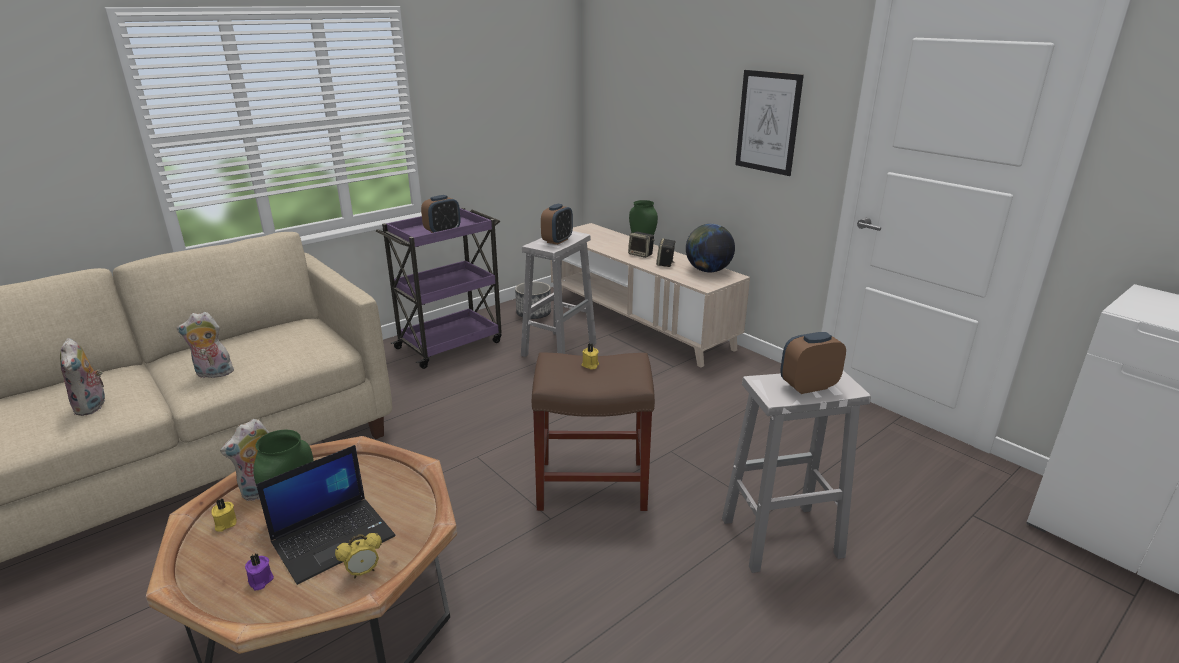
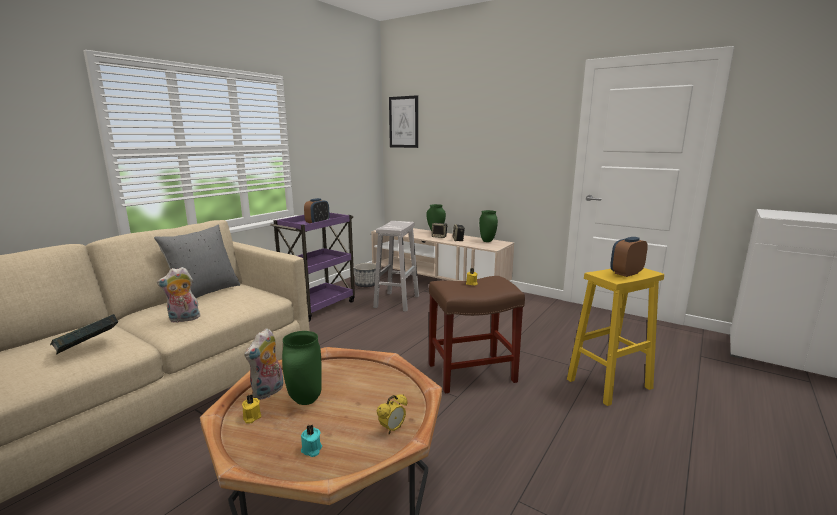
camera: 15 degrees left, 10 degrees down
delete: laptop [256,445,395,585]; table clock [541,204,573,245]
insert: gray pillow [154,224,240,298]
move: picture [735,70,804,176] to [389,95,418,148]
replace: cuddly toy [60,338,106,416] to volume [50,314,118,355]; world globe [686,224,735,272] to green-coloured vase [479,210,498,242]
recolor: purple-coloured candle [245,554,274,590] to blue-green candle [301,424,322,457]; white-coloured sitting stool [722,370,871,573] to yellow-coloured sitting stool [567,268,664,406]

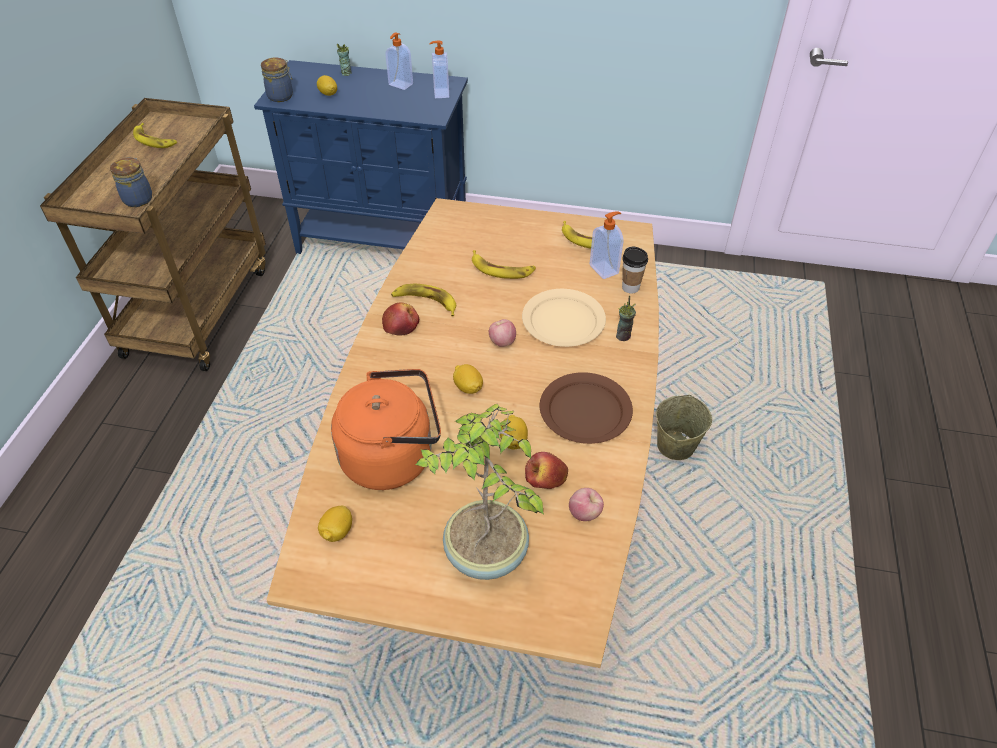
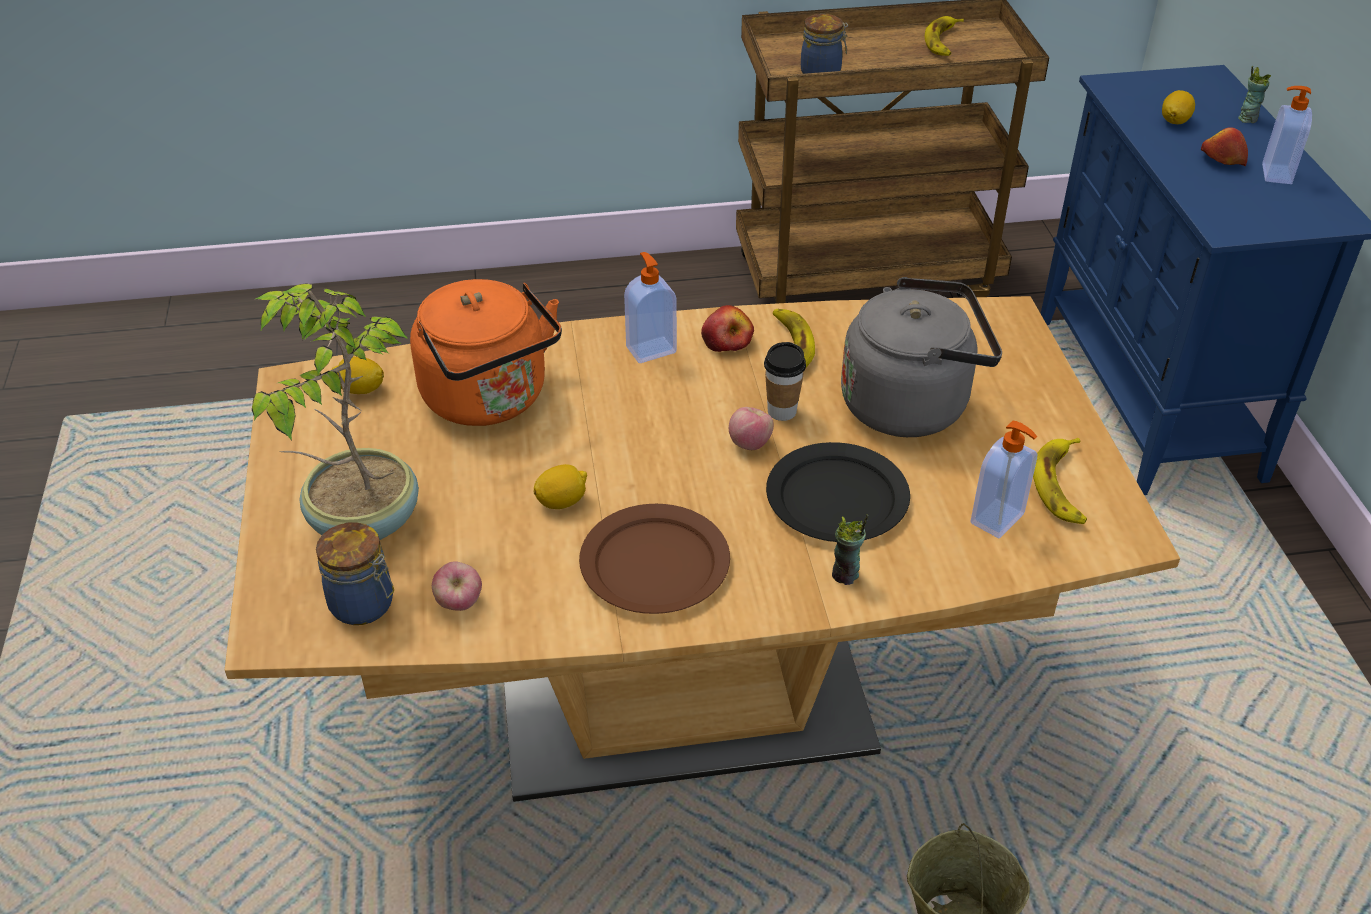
camera: 70 degrees right, 5 degrees down
delete: whole lemon [453,364,483,394]
move: storage jar [261,58,293,102] to [316,522,394,625]; liquid soap bottle [429,41,449,98] to [624,252,677,363]; drinking cup [622,247,648,294] to [764,342,806,421]; apple fruit [525,452,568,489] to [1201,127,1248,166]
replace: banana [472,250,536,279] to gray water kettle [841,277,1002,437]
recolor: beige flat dish [522,289,606,347] to black-coloured flat dish [766,442,910,542]

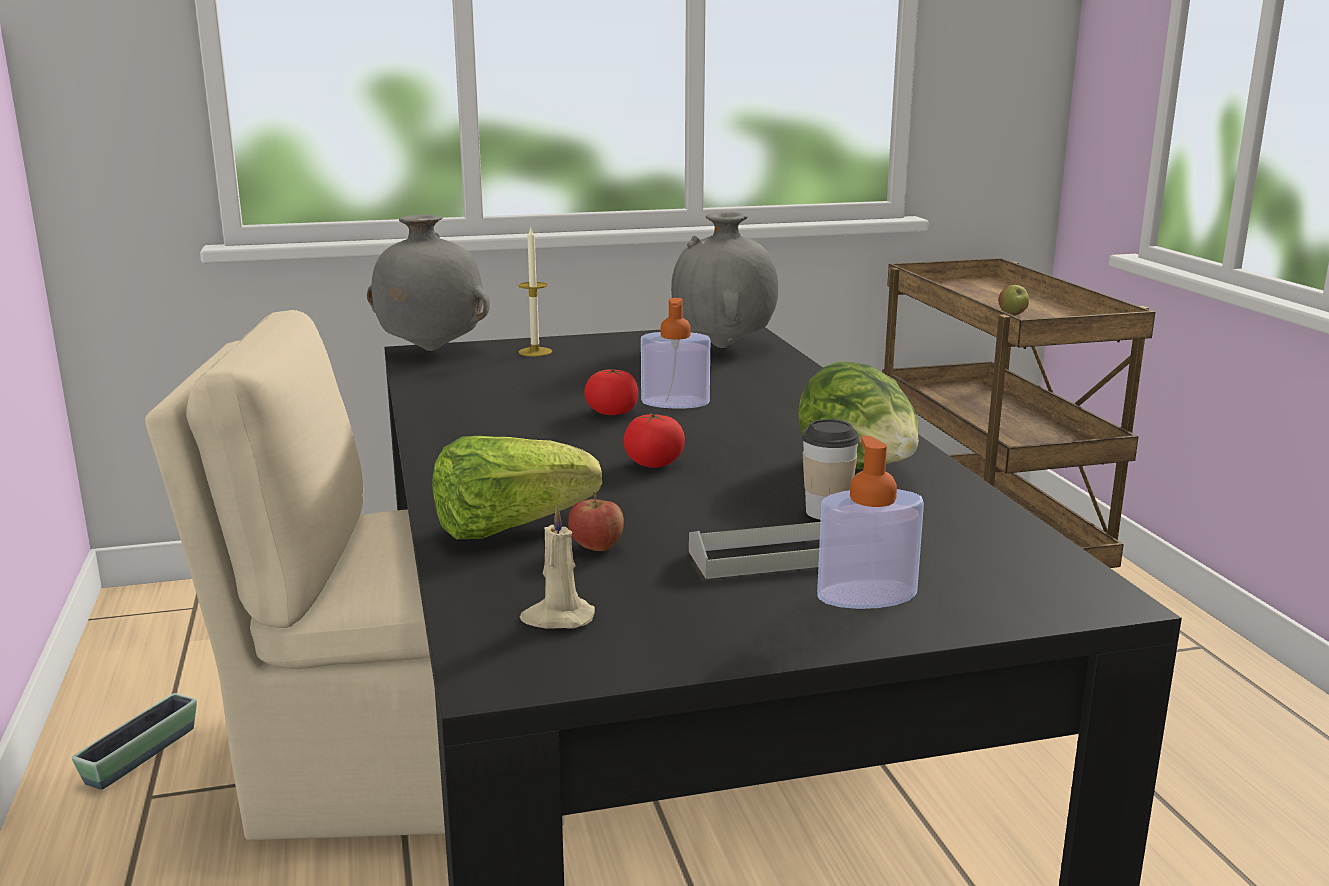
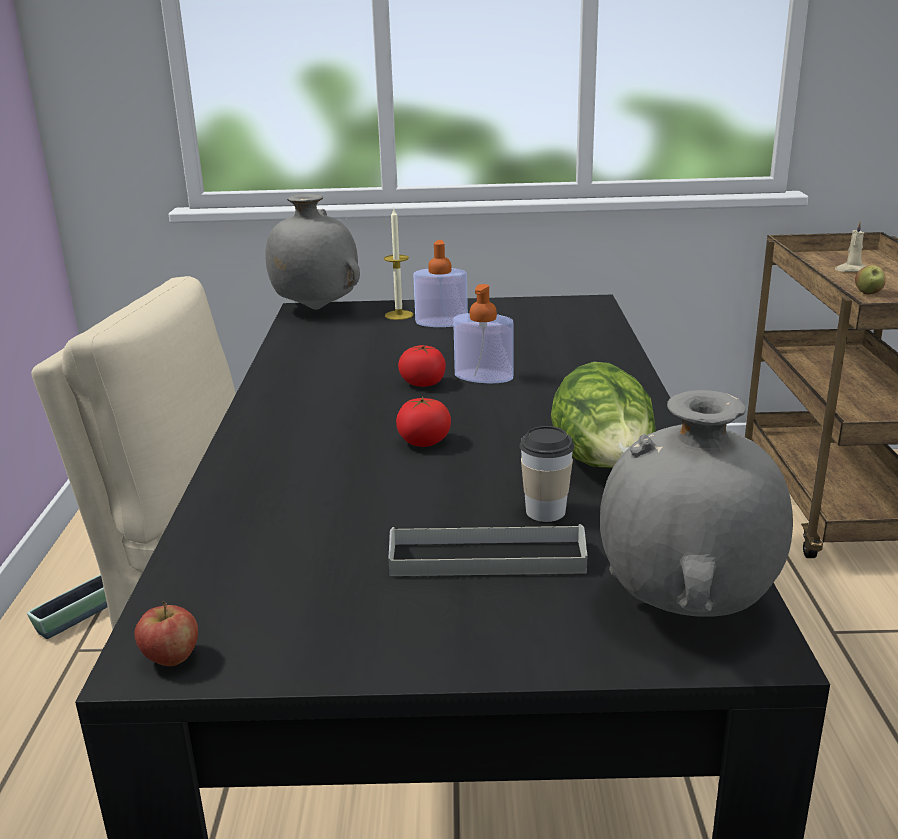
camera: 15 degrees right, 5 degrees up
delete: lettuce [433,436,602,539]
move: apple fruit [568,492,624,551] to [134,601,198,666]; liquid soap bottle [817,436,924,609] to [413,240,468,327]; gray vase [671,212,778,348] to [600,390,793,616]; beige candle [520,505,595,629] to [835,221,866,272]

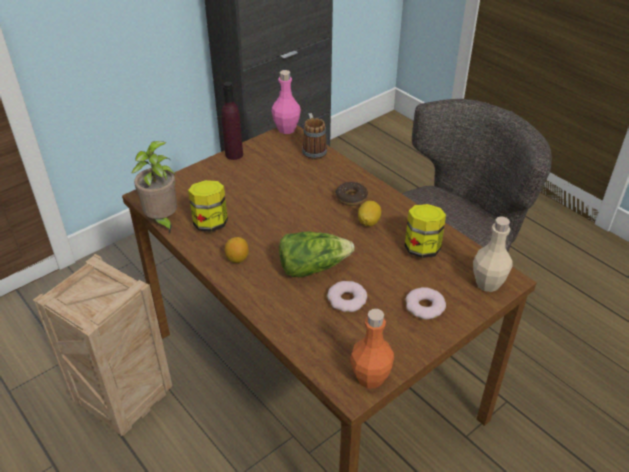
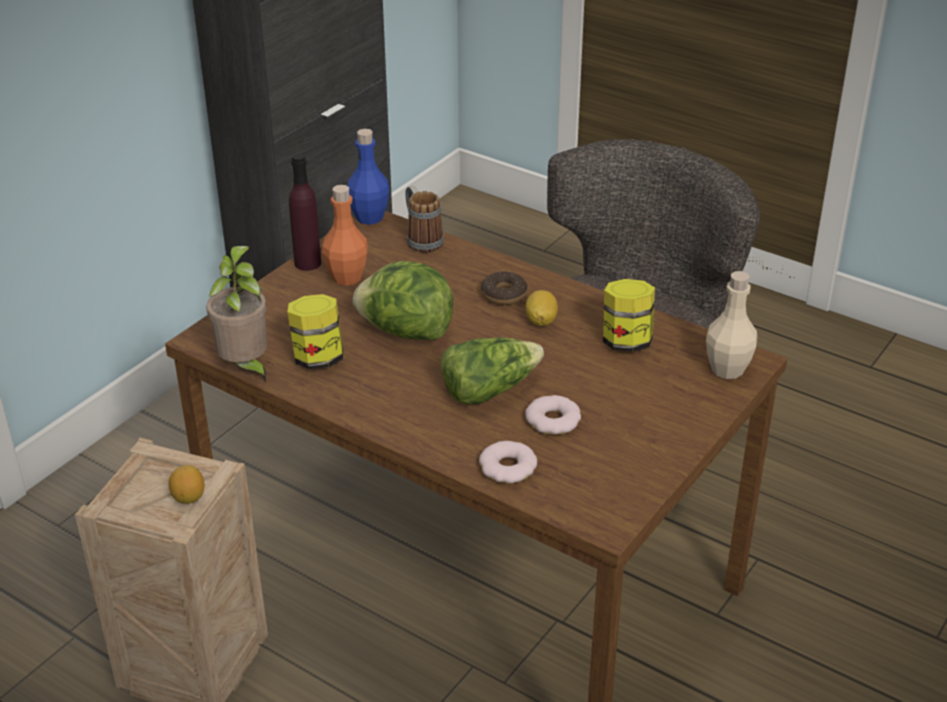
camera: 15 degrees left, 5 degrees down
insert: lettuce [353,261,453,340]
move: whole lemon [225,237,249,263] to [168,465,204,504]; orange drink bottle [350,309,394,389] to [322,185,368,286]; donut [405,287,446,319] to [479,441,537,483]
recolor: pink drink bottle [271,70,301,134] to blue drink bottle [347,129,389,225]

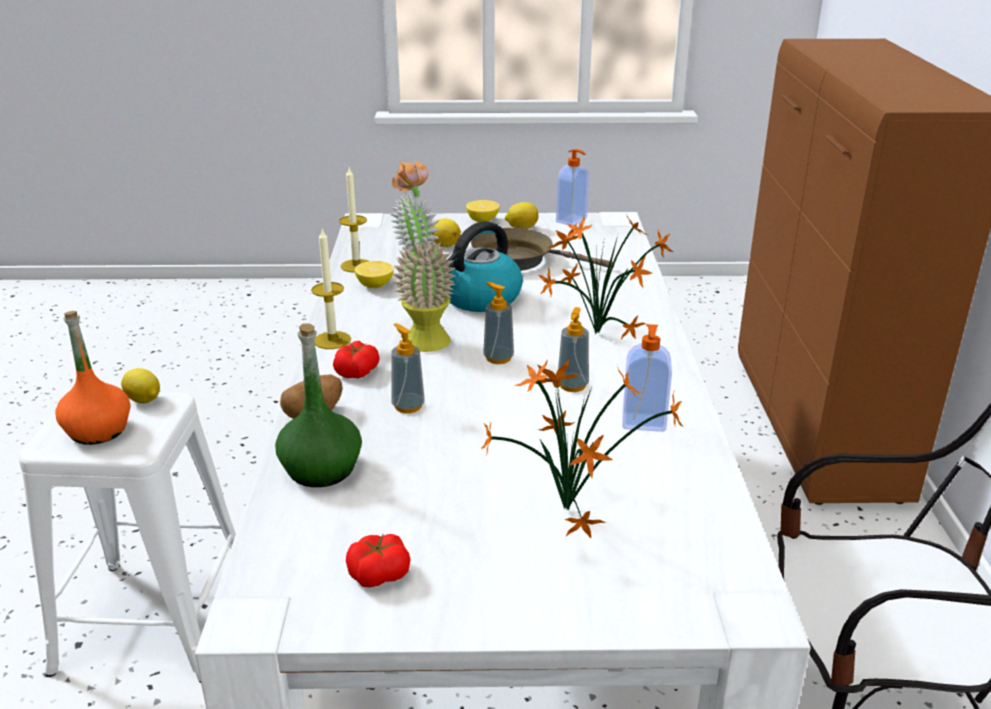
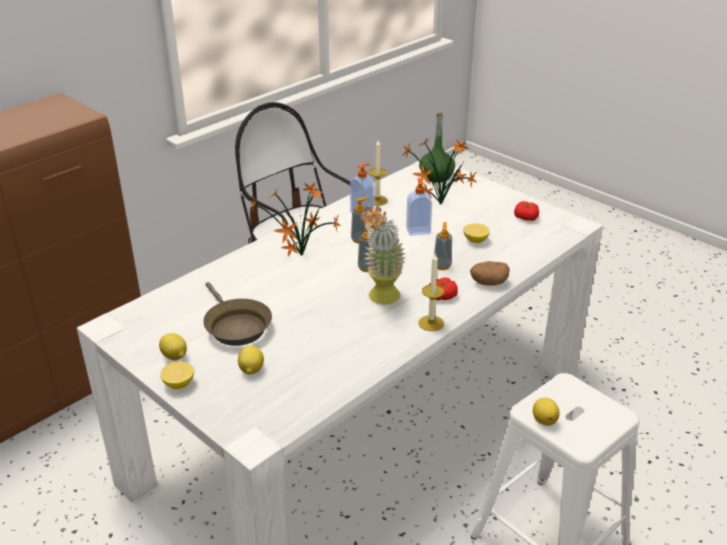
camera: 135 degrees left, 5 degrees up
delete: orange drink bottle [55,311,131,445]; water kettle [447,221,523,312]
move: candle [339,168,368,273] to [369,140,388,206]; liquid soap bottle [556,149,589,225] to [406,178,432,236]; green-coloured drink bottle [275,323,362,487] to [419,112,455,183]; whole lemon [355,261,394,288] to [463,223,490,243]

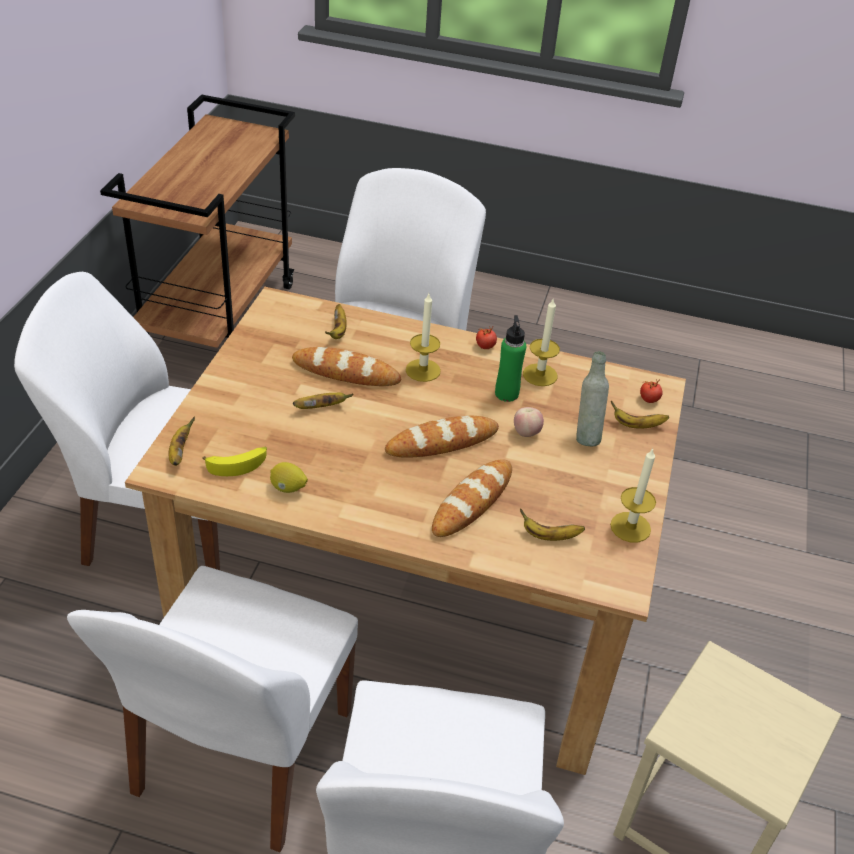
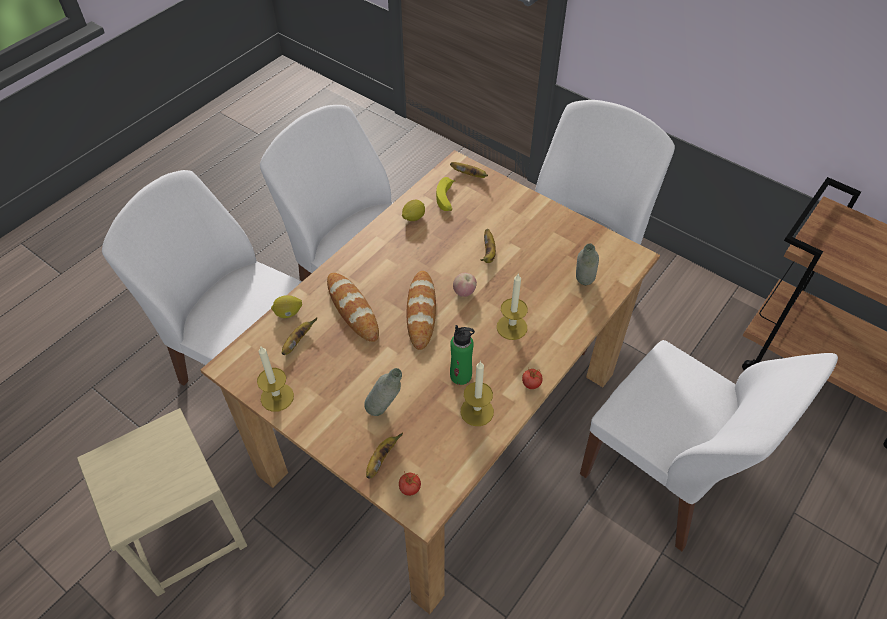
camera: 115 degrees right, 10 degrees up
delete: bakery bread [292,347,401,386]
insert: whole lemon [271,295,302,318]
move: apple fruit [514,407,544,437] to [453,273,477,297]
replace: banana [325,304,347,339] to gray drink bottle [576,243,599,285]

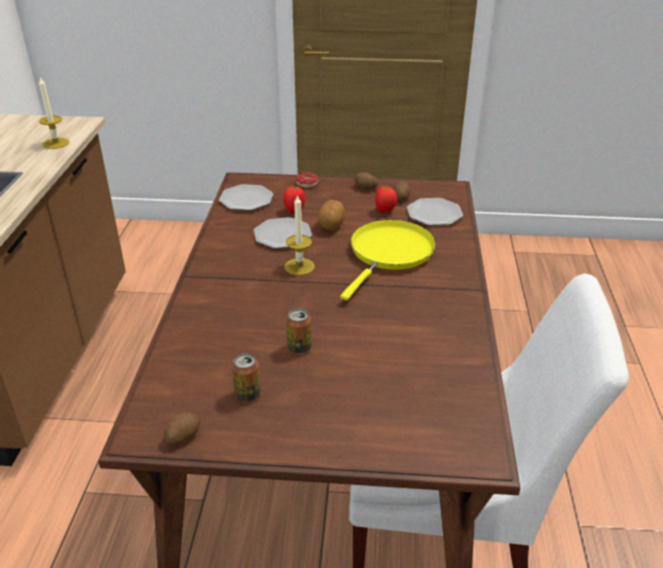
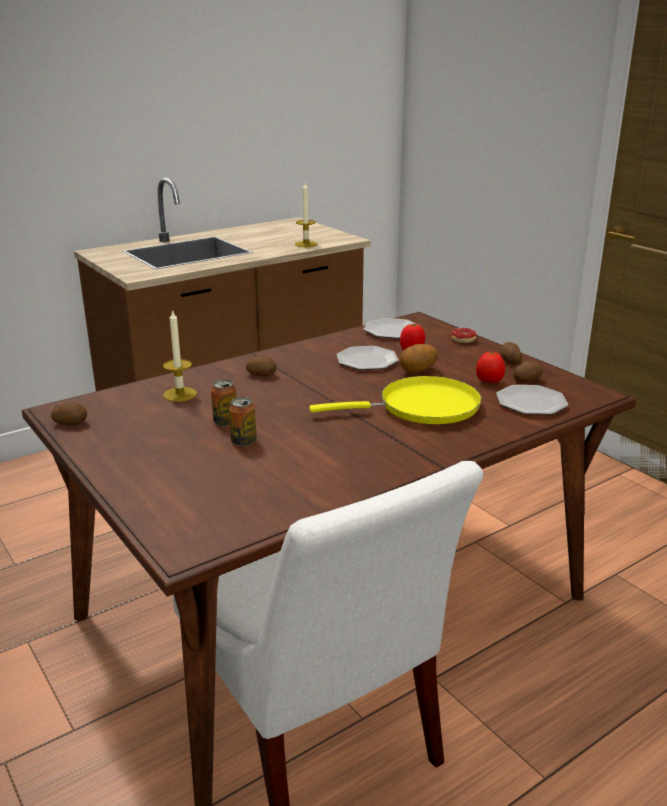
camera: 50 degrees right, 10 degrees down
insert: whole potato [246,356,277,376]
move: candle [285,194,315,275] to [163,309,197,402]; sealed can [232,353,261,402] to [229,397,257,446]

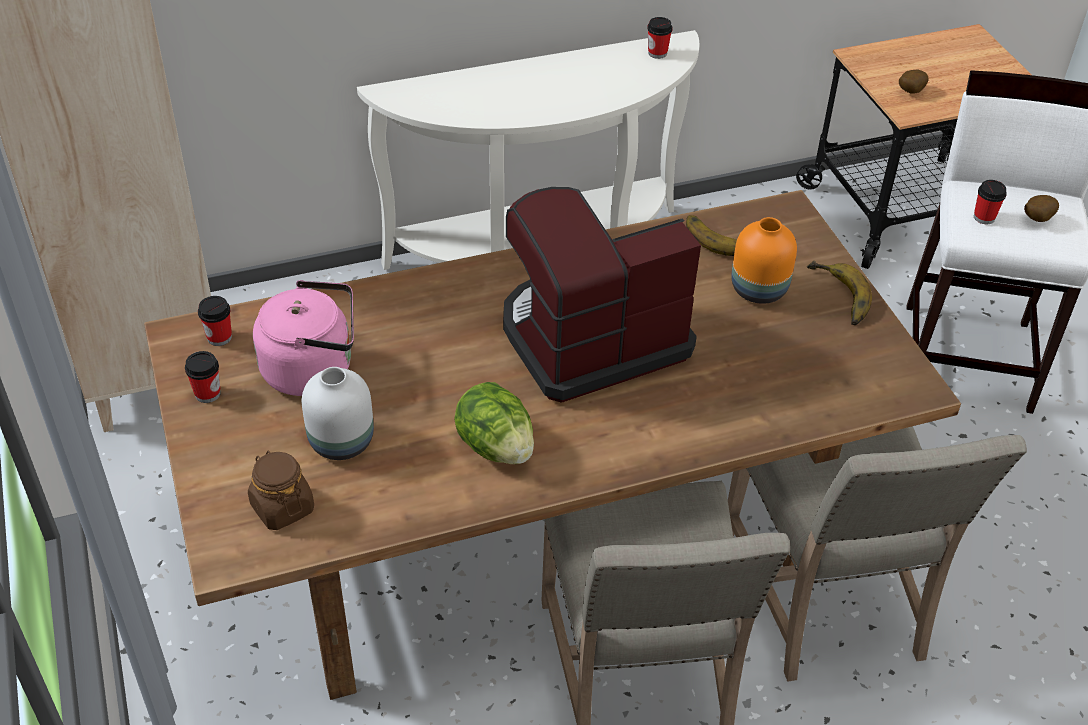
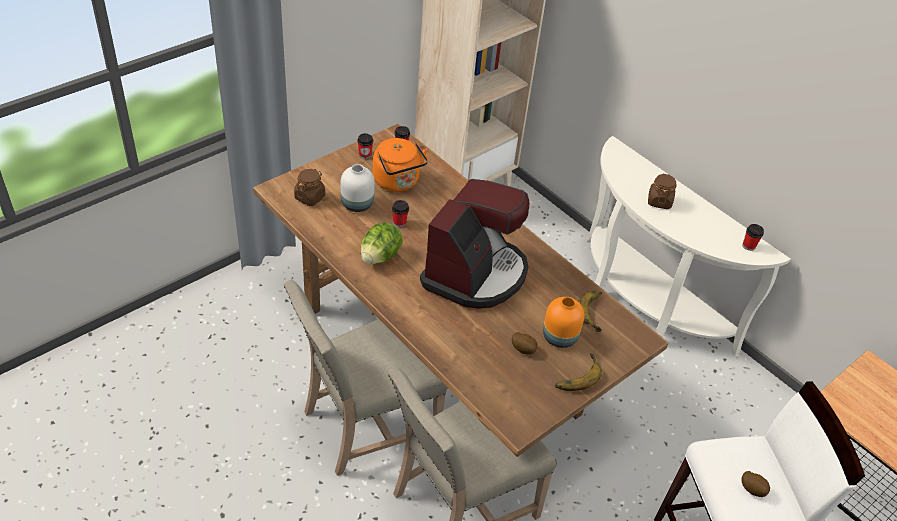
camera: 65 degrees right, 0 degrees up
insert: brownish storage jar [648,174,676,209]
move: drinking cup [974,180,1007,224] to [392,200,409,227]; whole potato [899,70,928,94] to [512,332,538,355]
recolor: pink water kettle [253,280,354,396] to orange water kettle [373,138,428,192]
rotate: coffee brewer [503,187,701,403] = [420,179,530,309] 75 degrees clockwise

